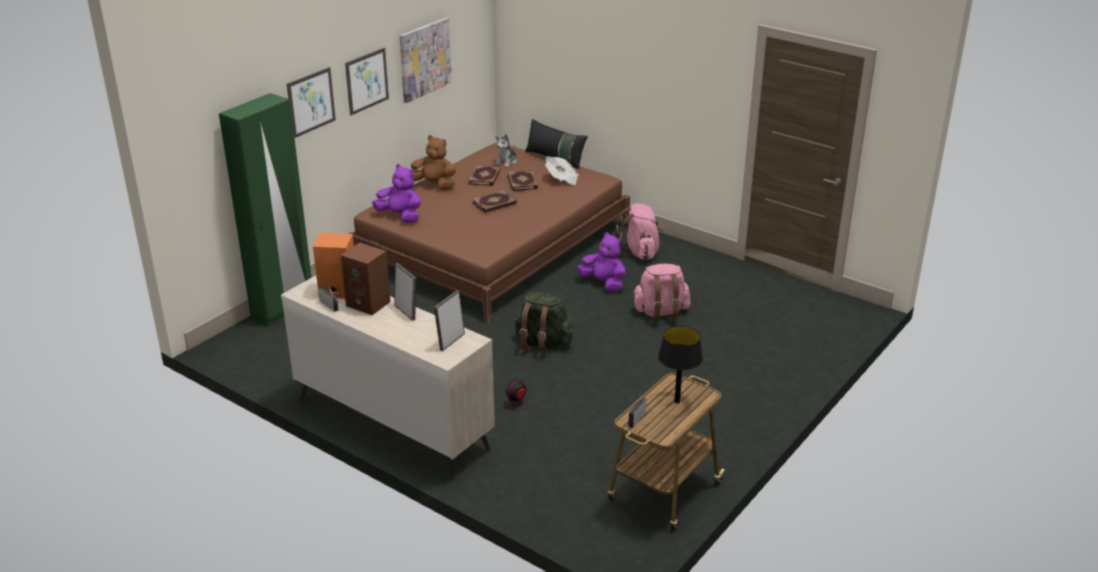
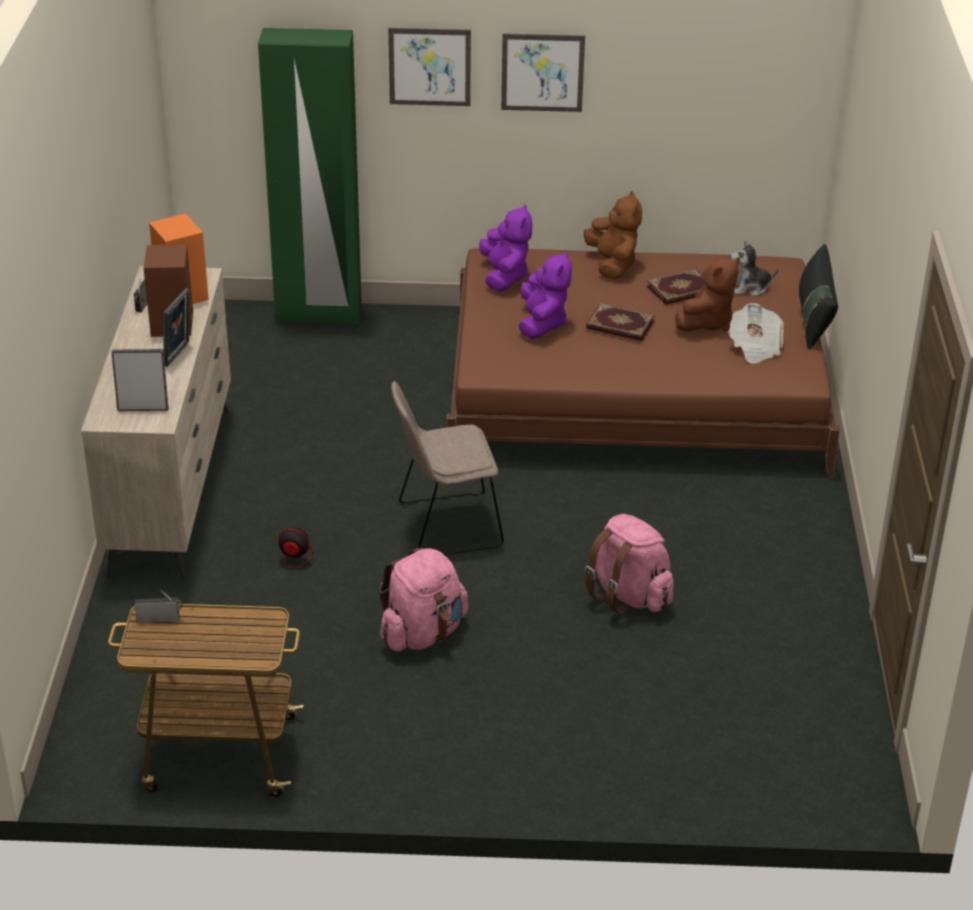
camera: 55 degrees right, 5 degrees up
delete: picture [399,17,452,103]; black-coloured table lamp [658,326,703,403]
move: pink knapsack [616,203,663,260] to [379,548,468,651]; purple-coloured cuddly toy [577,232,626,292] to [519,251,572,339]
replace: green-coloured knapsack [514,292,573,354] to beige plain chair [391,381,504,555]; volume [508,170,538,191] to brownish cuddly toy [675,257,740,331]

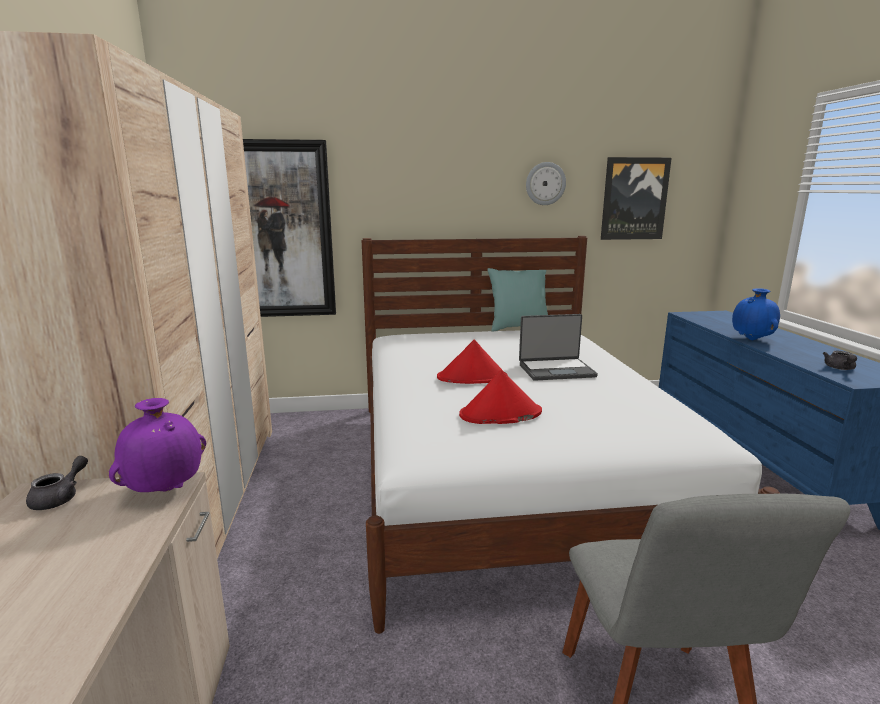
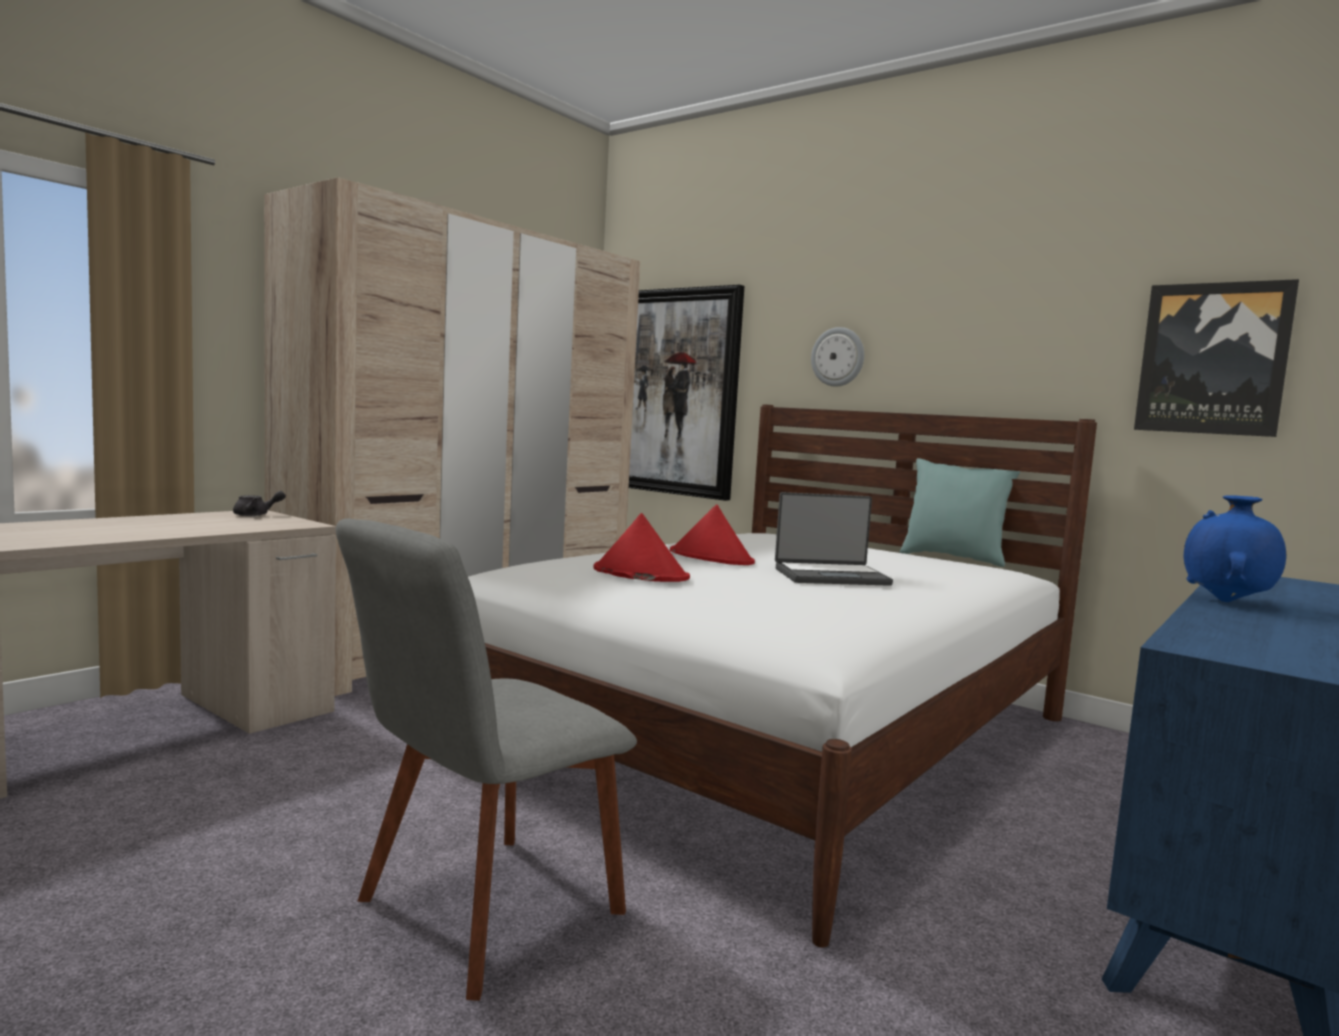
camera: 45 degrees right, 10 degrees down
delete: purple-coloured vase [109,398,206,492]; gray teapot [823,351,857,370]
move: clock on the wall [526,162,566,205] to [811,327,864,387]
rotate: laptop [519,314,598,381] = [775,492,893,586] 45 degrees counterclockwise

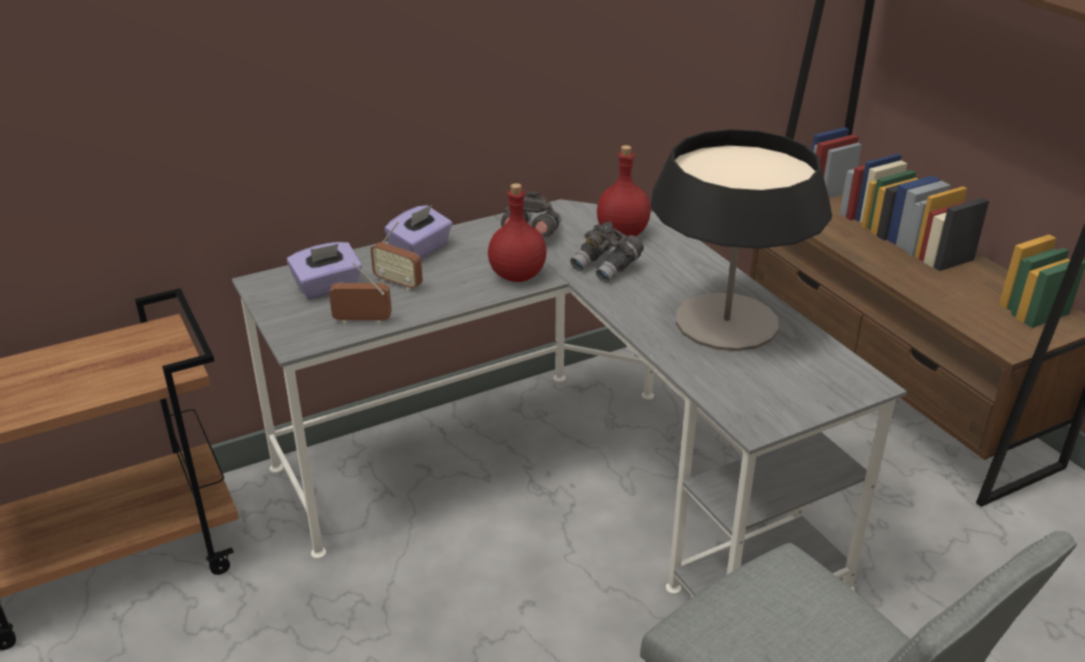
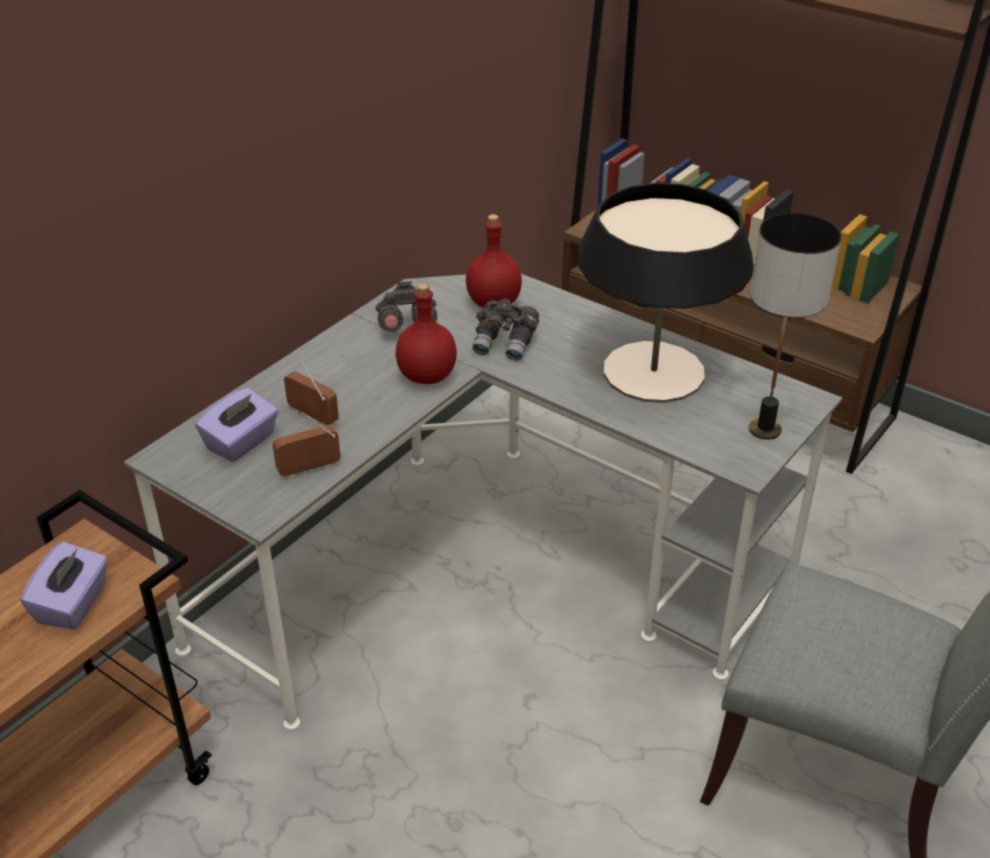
camera: 25 degrees left, 5 degrees up
insert: table lamp [749,213,842,440]
move: purple-coloured tissue holder [384,205,452,259] to [21,542,108,630]
rotate: radio receiver [370,221,423,291] = [284,359,339,426] 150 degrees counterclockwise

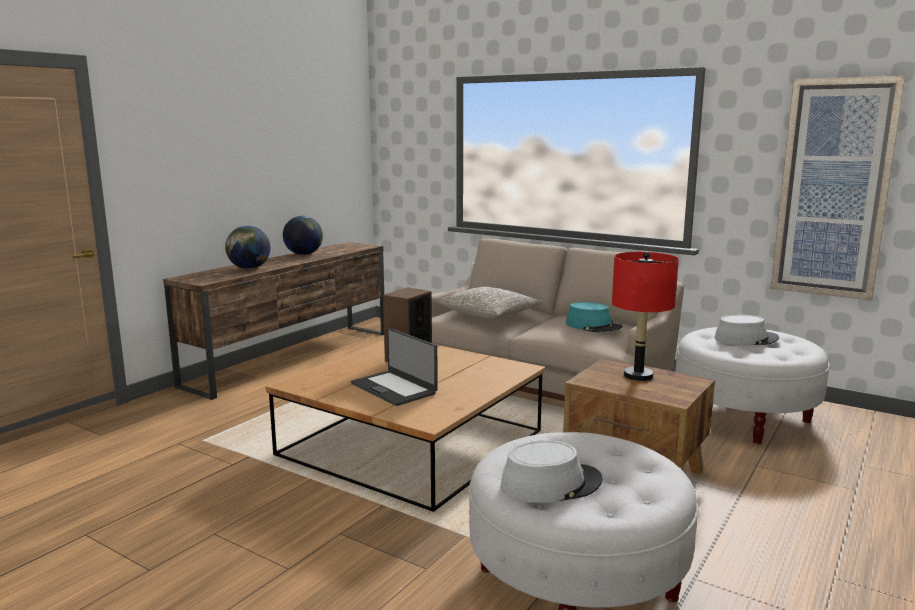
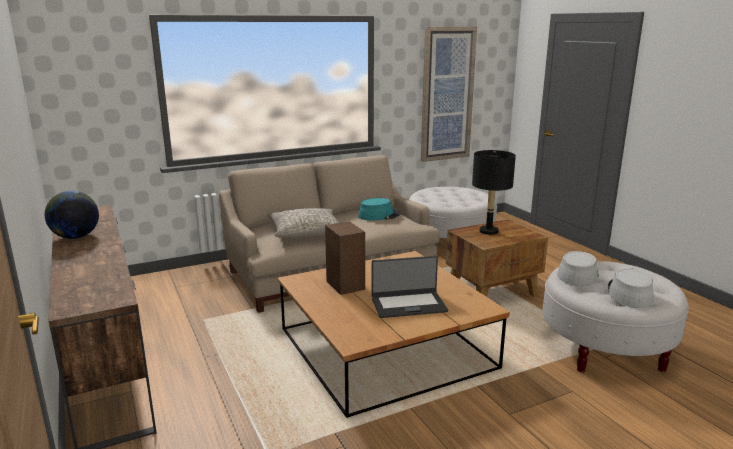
camera: 60 degrees left, 5 degrees up
delete: world globe [225,226,270,269]
move: gray wearable hat [715,315,779,345] to [557,251,599,286]
recolor: red table lamp [612,252,679,381] to black-coloured table lamp [472,150,516,235]

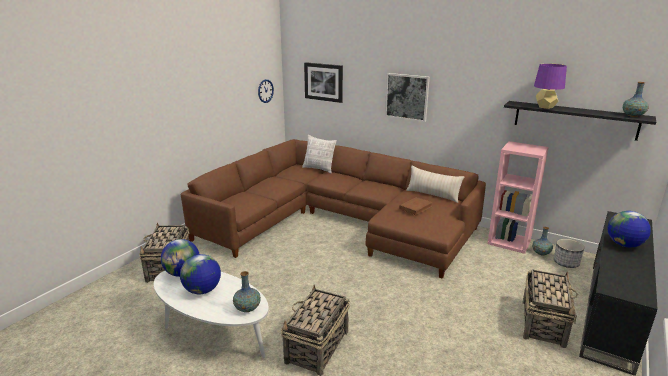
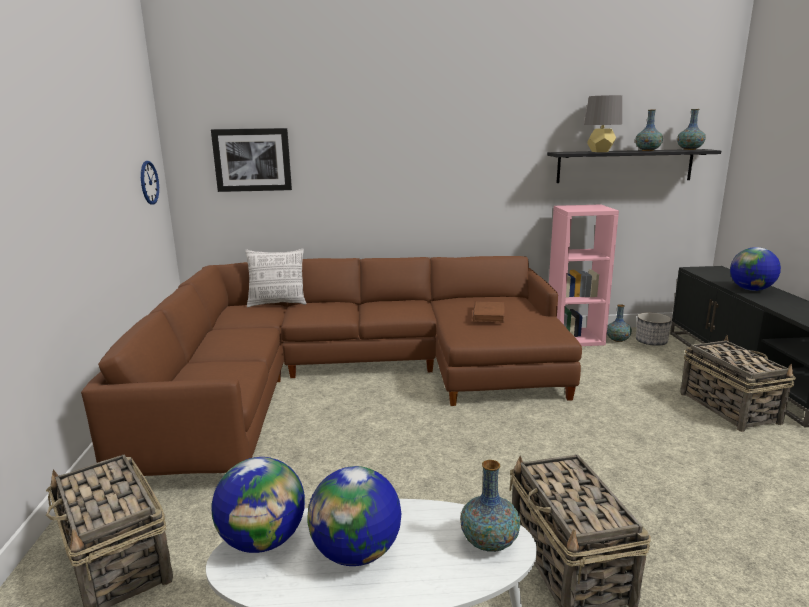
camera: 35 degrees left, 5 degrees down
delete: picture [385,73,430,122]; beige pillow [406,166,464,203]
insert: vase [635,109,663,151]
recolor: purple-coloured table lamp [534,63,567,109] to gray table lamp [584,95,622,152]

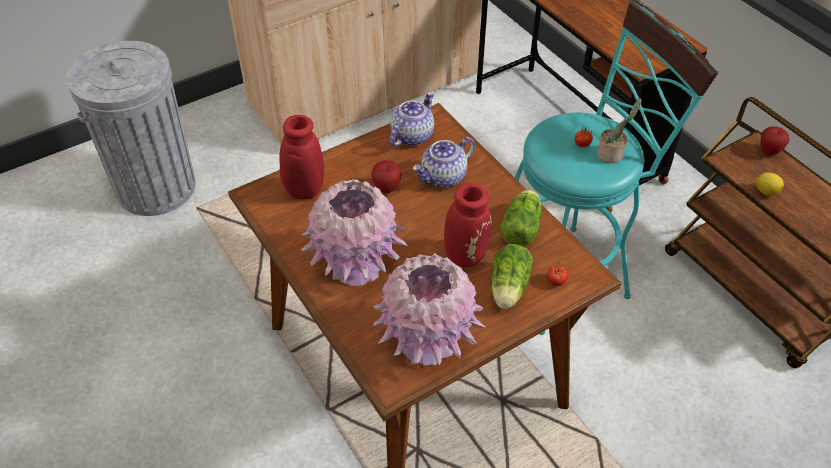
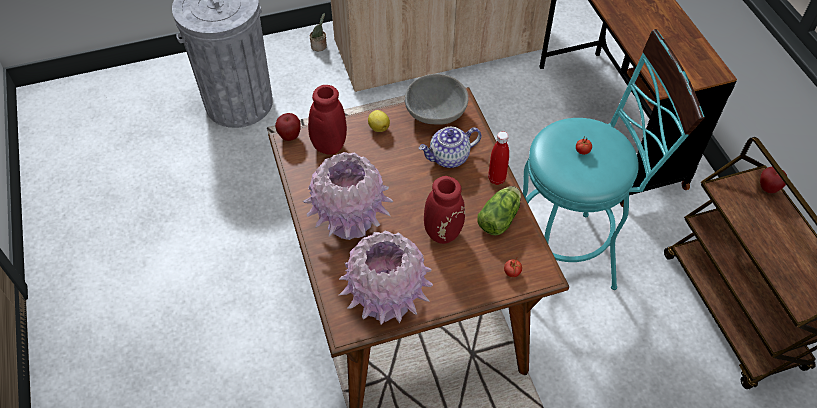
camera: 15 degrees right, 5 degrees up
delete: lettuce [491,244,533,309]
insert: red drink bottle [488,131,509,185]
move: apple fruit [371,160,401,193] to [275,113,301,141]; houseplant [597,98,641,163] to [310,13,327,51]; whole lemon [755,173,784,196] to [368,110,390,132]
replace: teapot [390,92,434,146] to gray bowl [405,74,468,125]

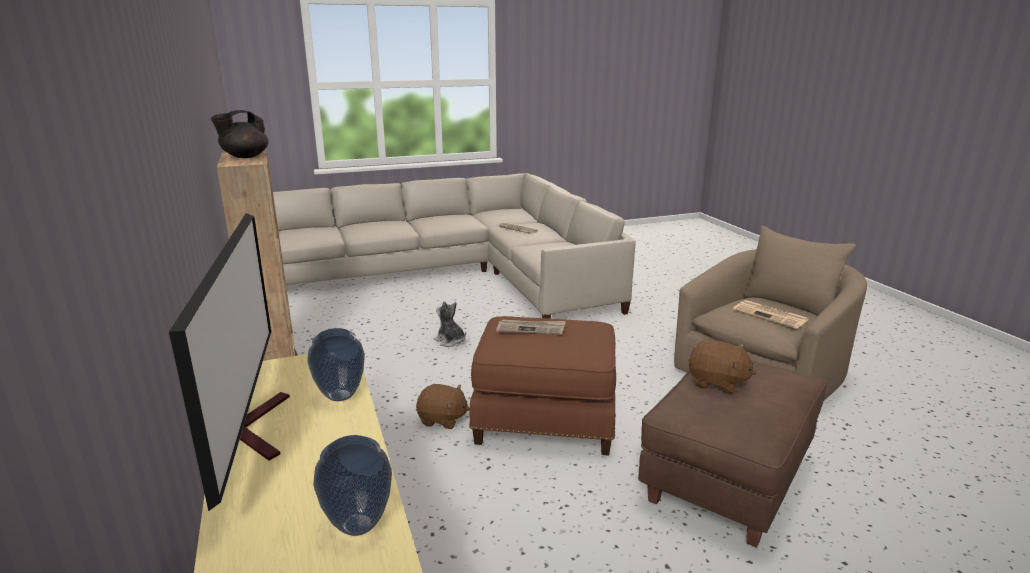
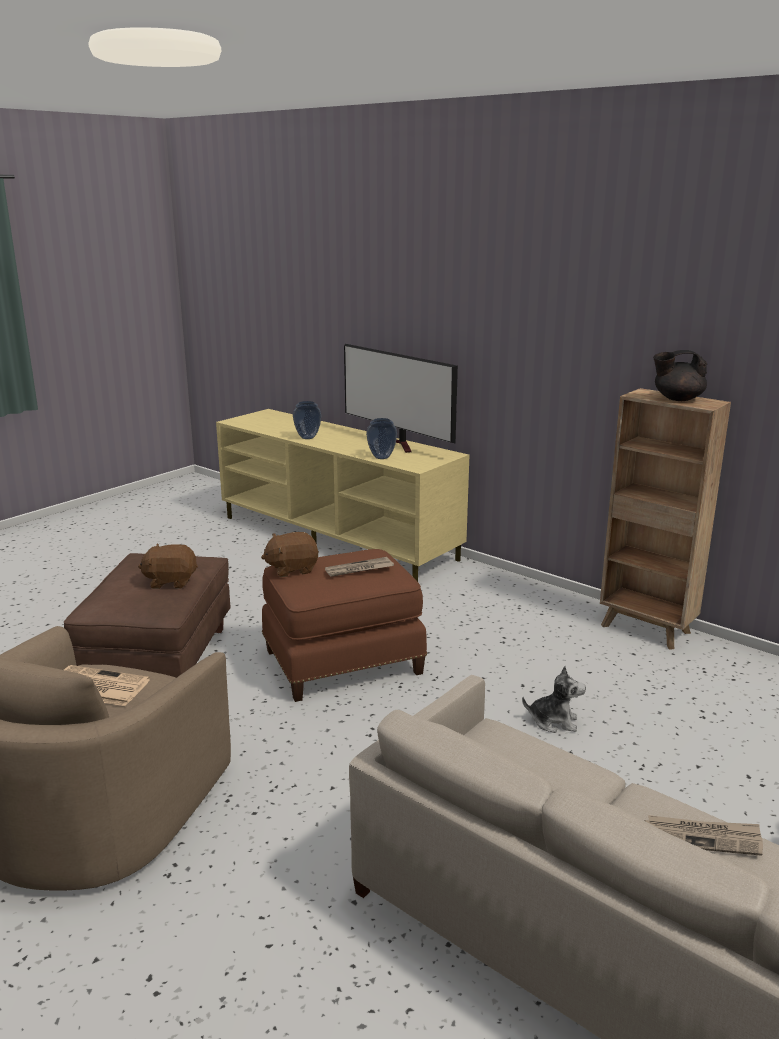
camera: 150 degrees right, 0 degrees up
move: brownish cuddly toy [416,384,470,429] to [261,532,319,577]
rotate: black-coloured teapot [211,110,269,158] = [653,350,707,401] 105 degrees counterclockwise

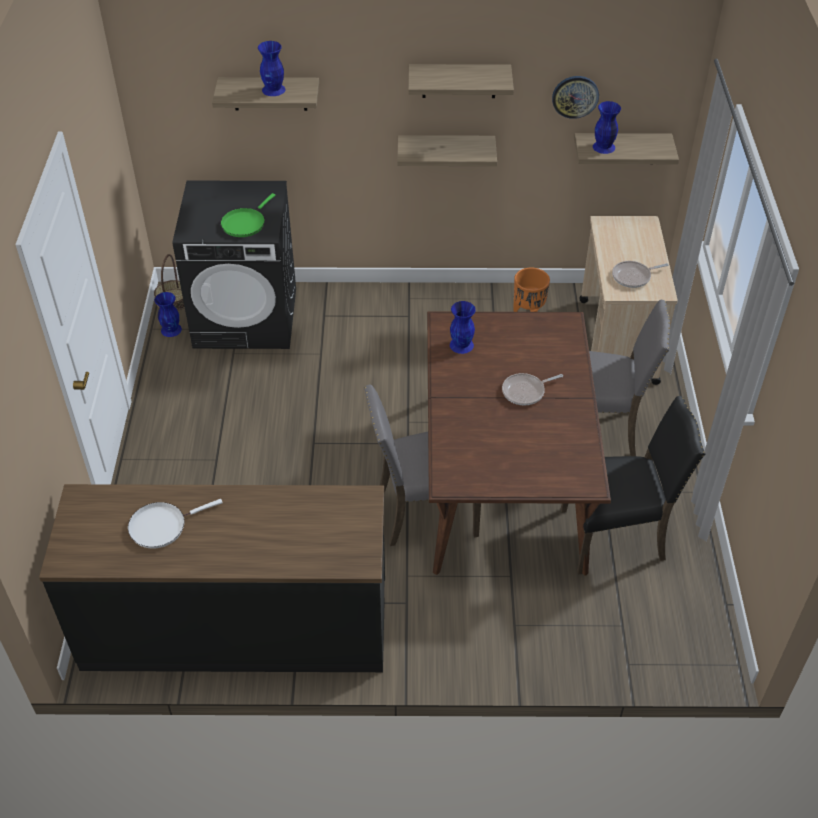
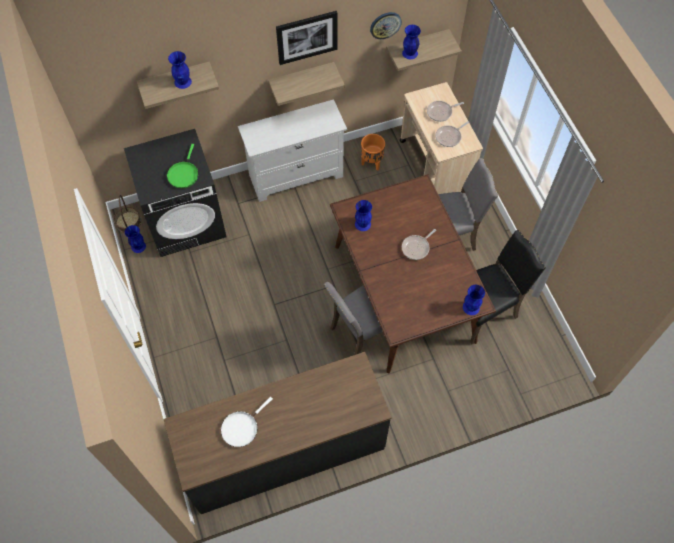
camera: 20 degrees left, 15 degrees up
insert: white-coloured dresser [238,99,347,202]; pan [427,101,464,122]; blue vase [463,285,485,315]
replace: shelf [408,64,514,98] to picture [276,11,337,65]

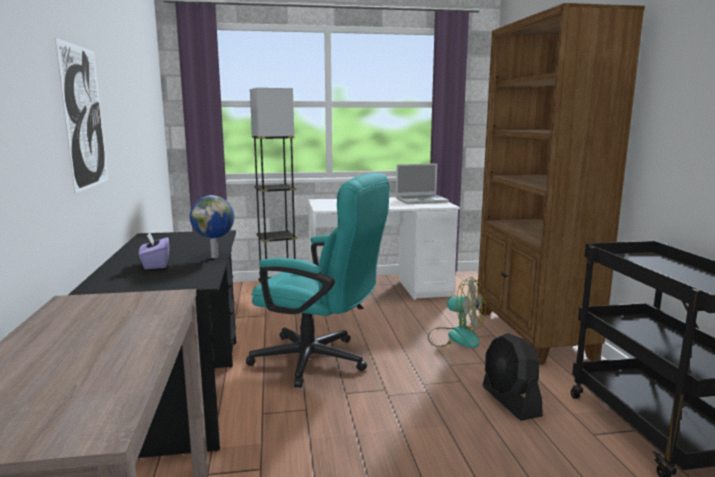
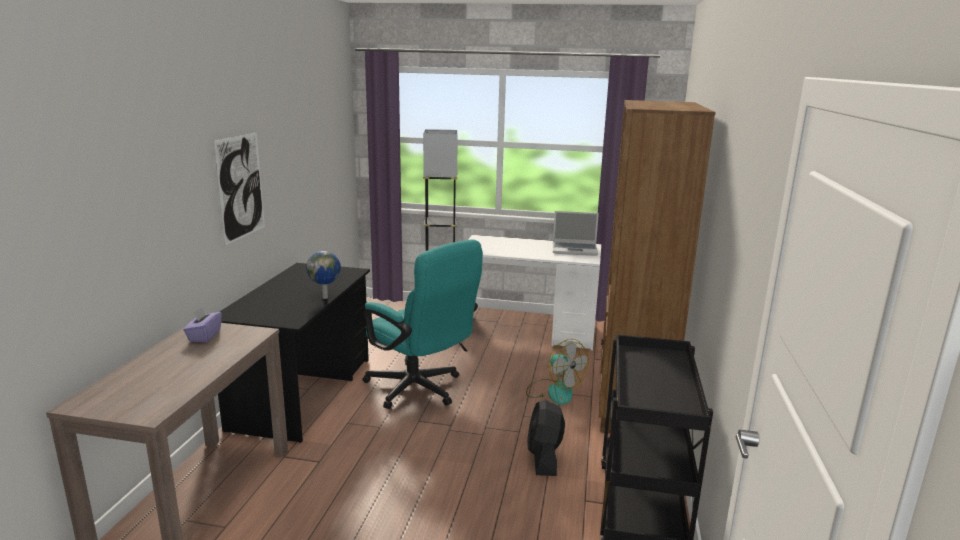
camera: 20 degrees right, 5 degrees up
move: purple-coloured tissue holder [139,232,169,269] to [183,307,222,342]

